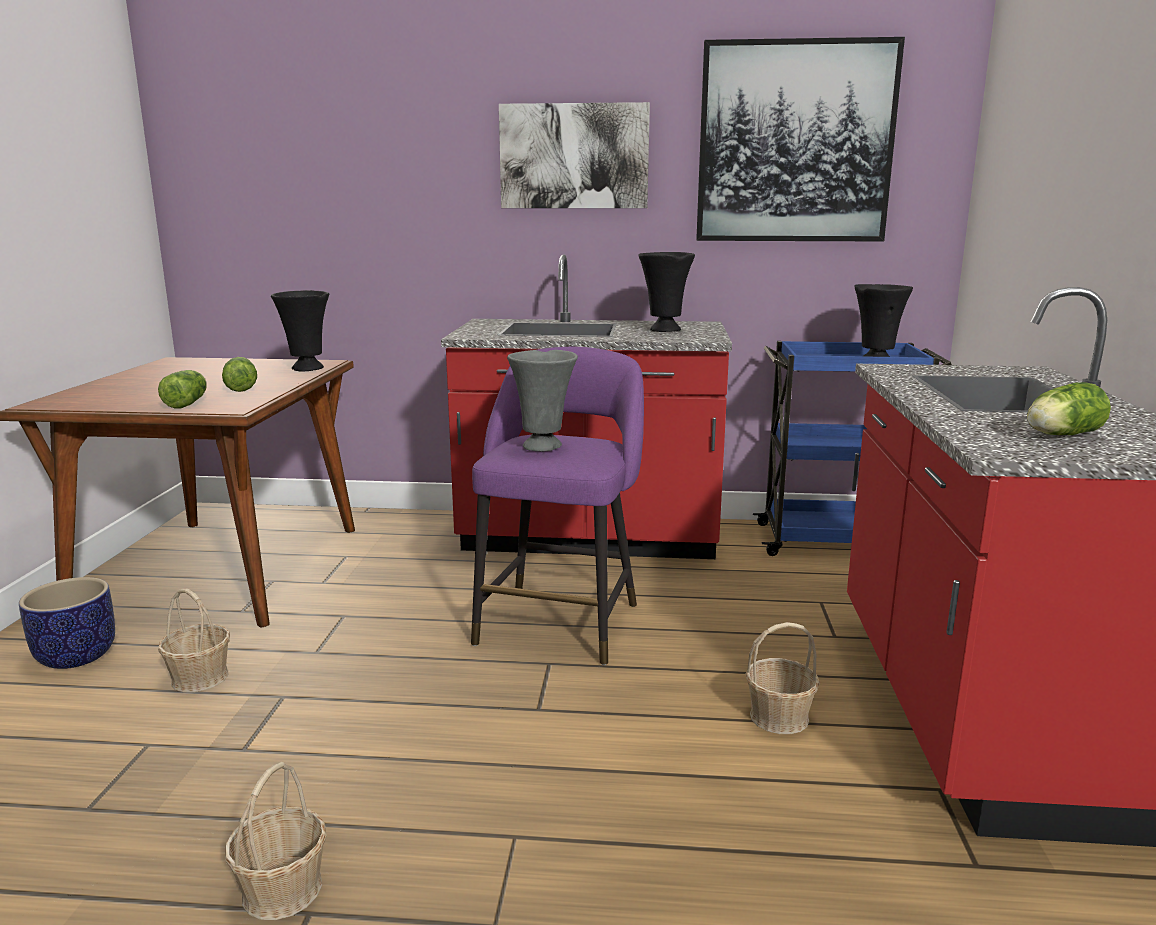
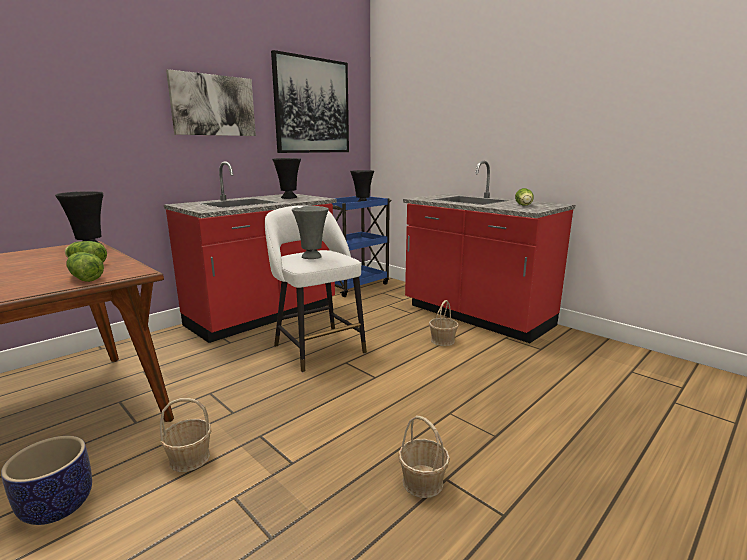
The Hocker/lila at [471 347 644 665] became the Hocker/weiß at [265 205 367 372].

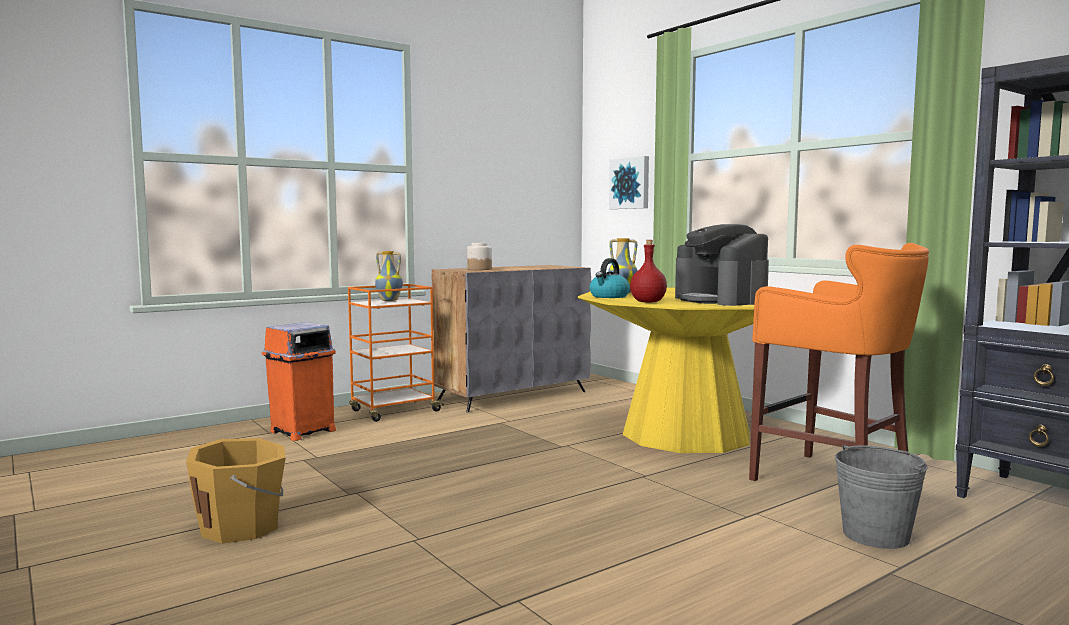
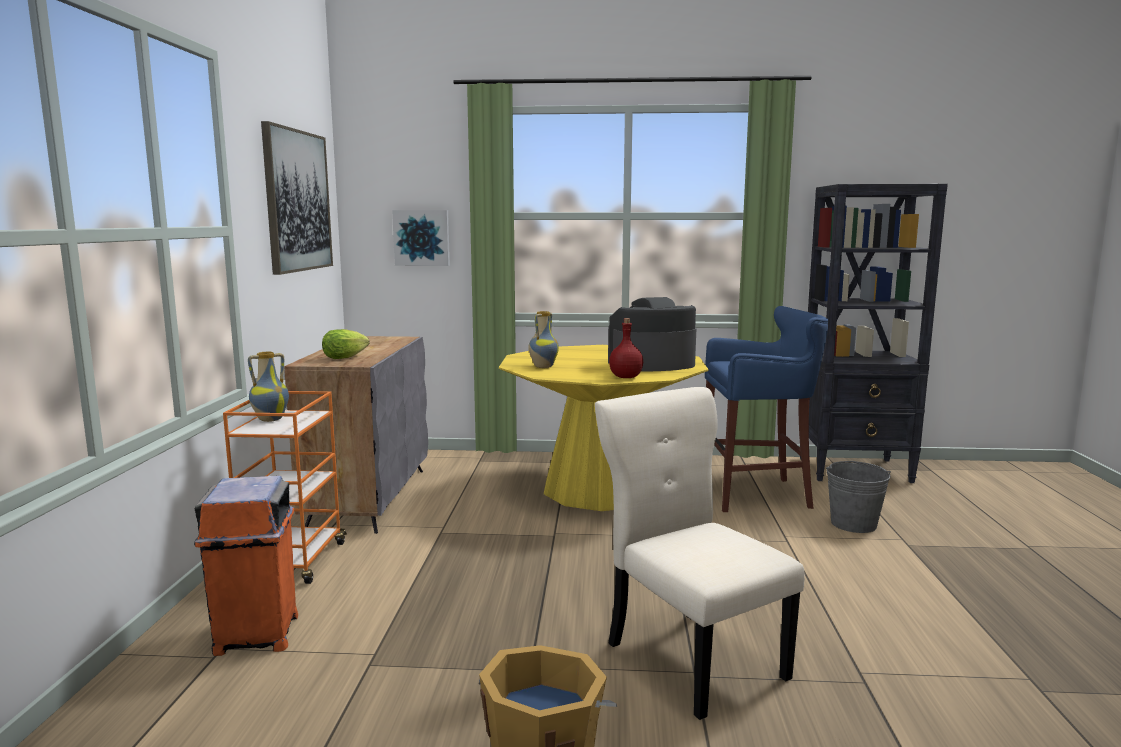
The Kaffeemaschine at [675 224 769 306] turned 150 degrees clockwise. The Vorratsglas at [467 243 492 270] was replaced by the Salatkopf at [322 329 369 359]. The Hocker/orange at [749 243 929 481] became the Hocker/blau at [705 306 828 512]. The Wasserkessel at [590 258 630 298] disappeared. The Bild at [261 121 333 275] appeared. The Stuhl/beige at [595 387 804 720] appeared.

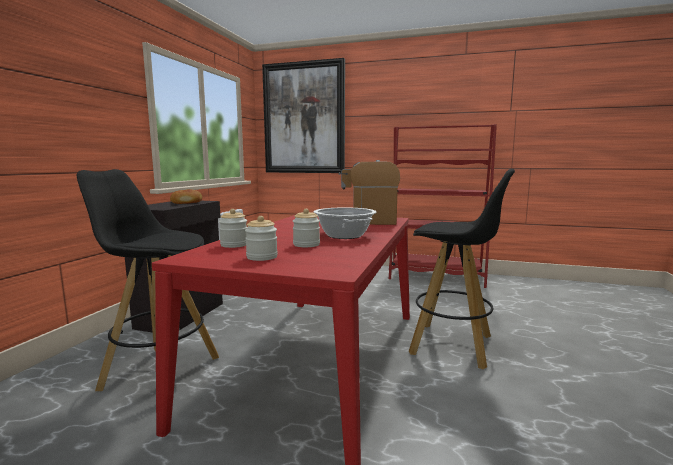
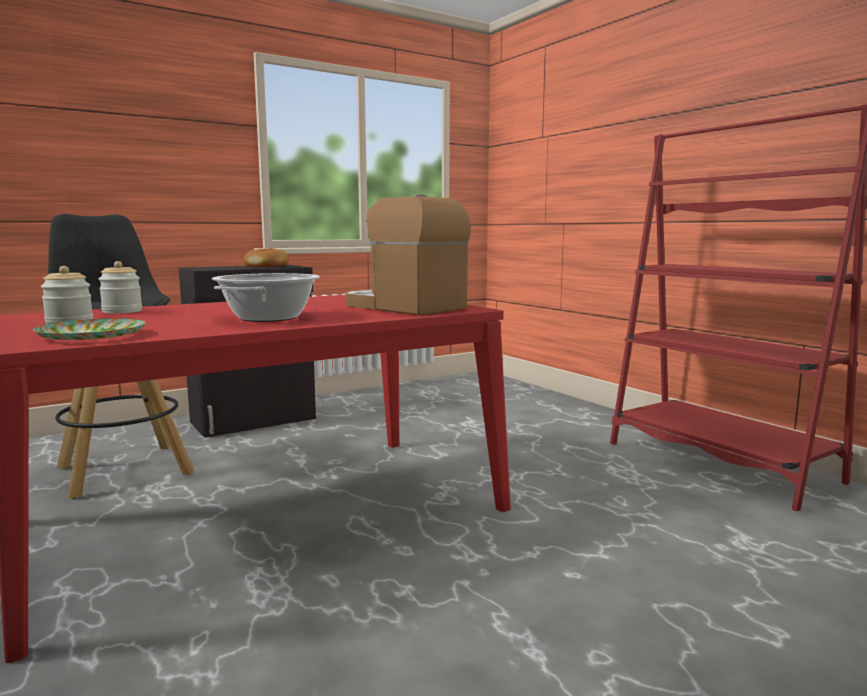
The Bild at [262 58 345 173] disappeared. The Hocker/schwarz at [409 169 515 369] disappeared. The Vorratsglas at [293 209 320 247] disappeared. The Teller at [33 318 146 340] appeared.

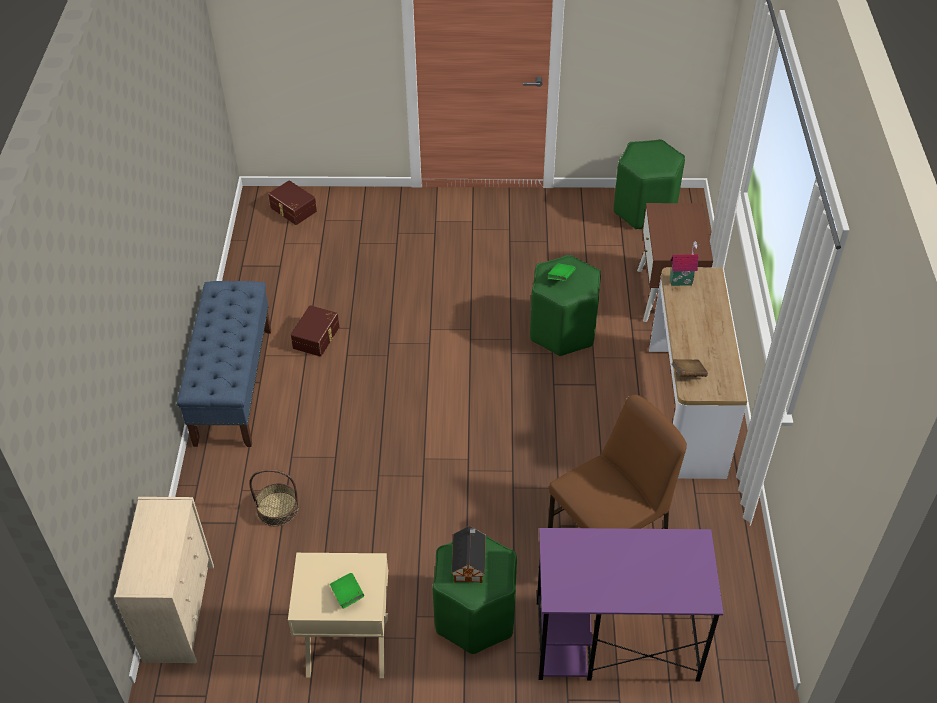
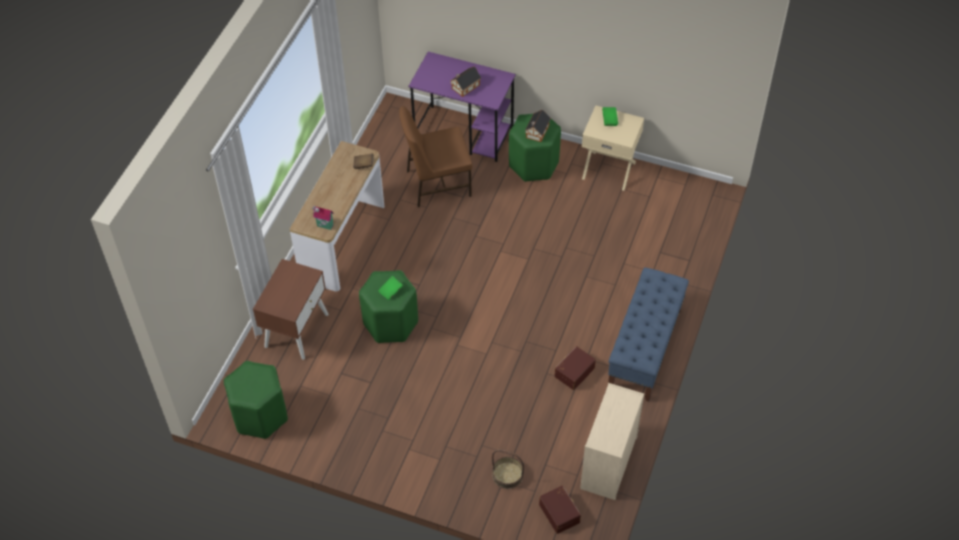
The Korb moved from [249 469 299 526] to [492 449 524 489]. The Kommode/beige moved from [114 497 214 663] to [580 383 644 500]. The Spielzeughaus at [450 67 481 97] appeared.

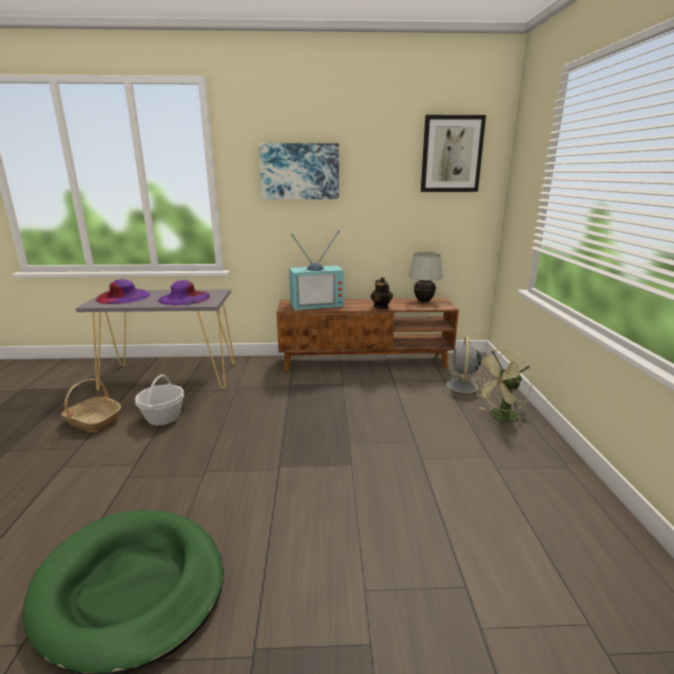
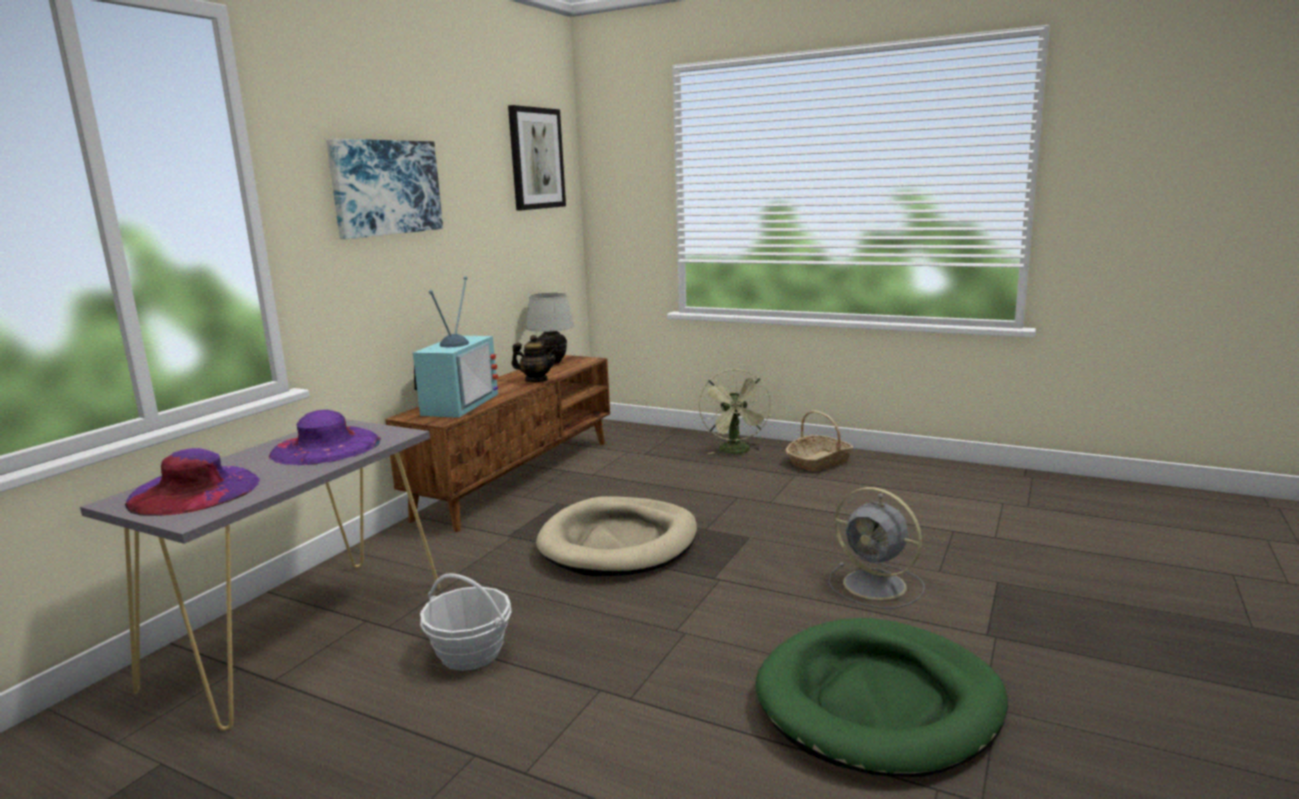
The Ventilator/grau moved from [440 336 483 397] to [828 487 925 608]. The Korb moved from [61 379 121 433] to [785 410 854 471]. The Hundebett/beige at [536 496 697 576] appeared.

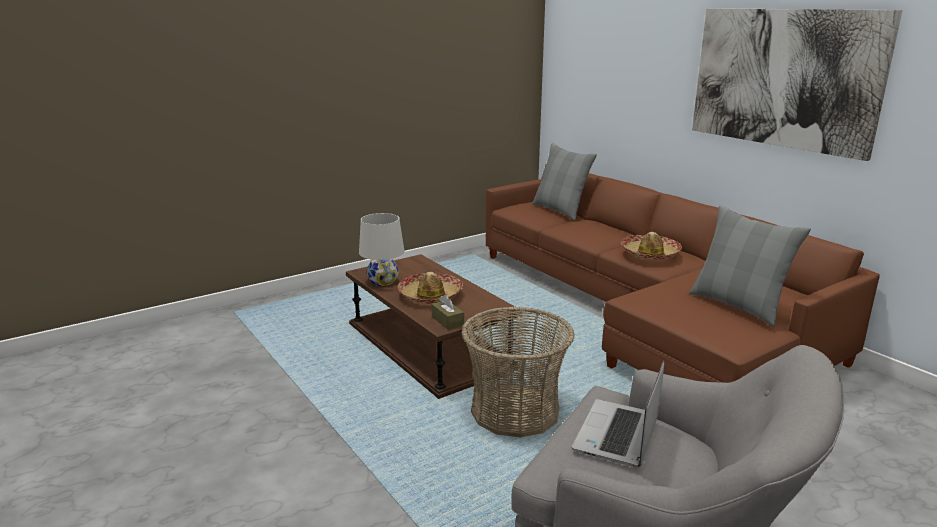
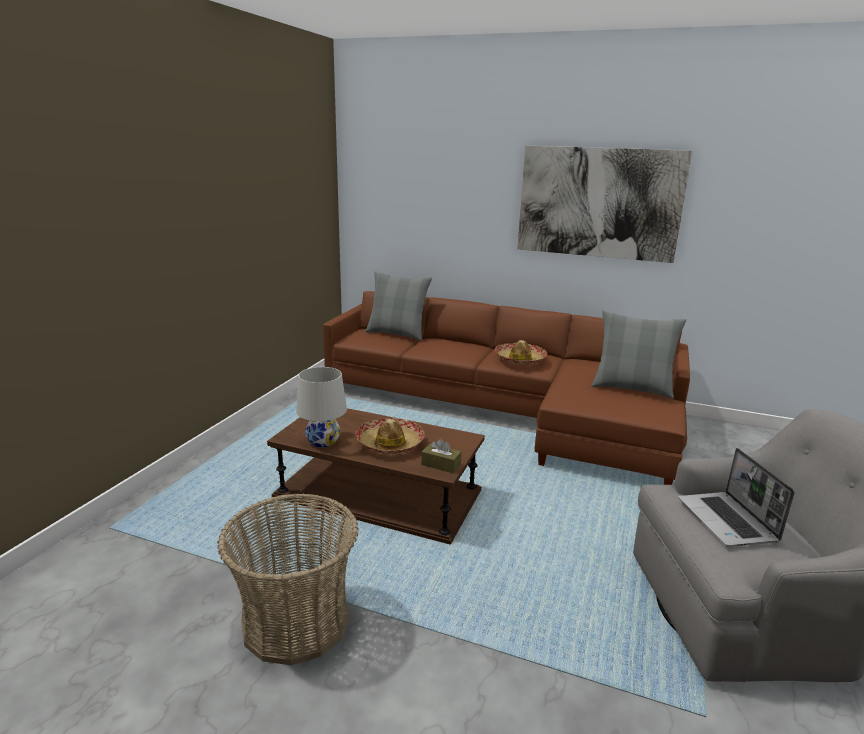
The Korb moved from [461 306 574 437] to [217 493 358 665].

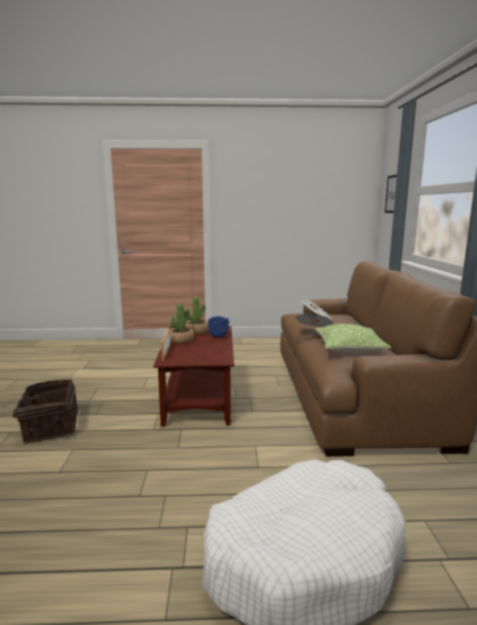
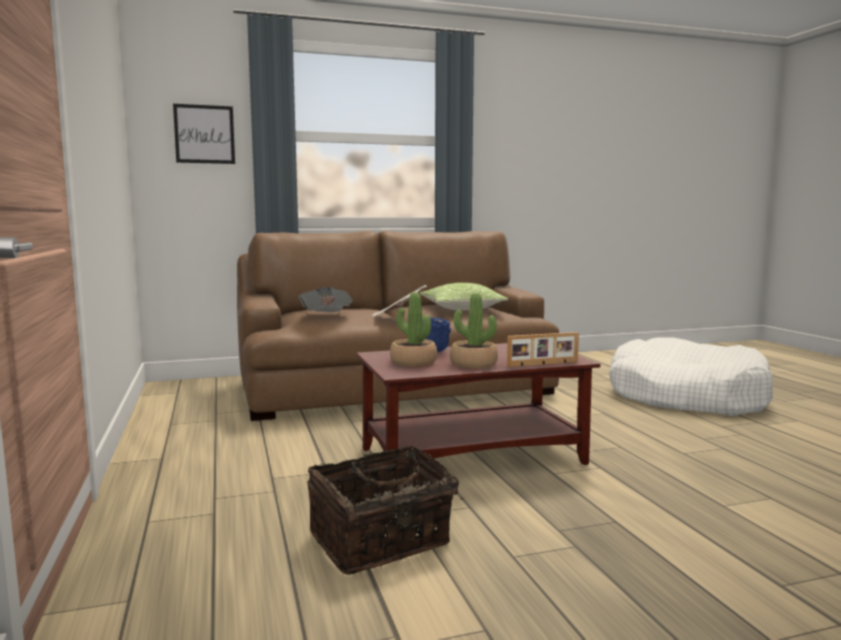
The Korb moved from [0 379 78 443] to [307 445 464 575].

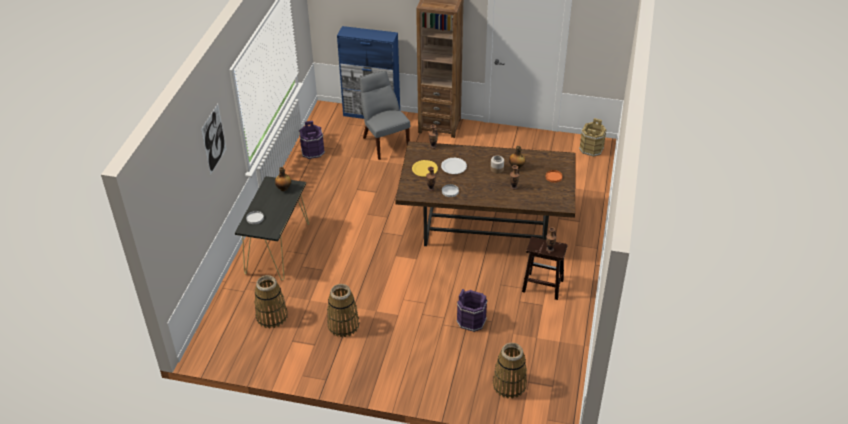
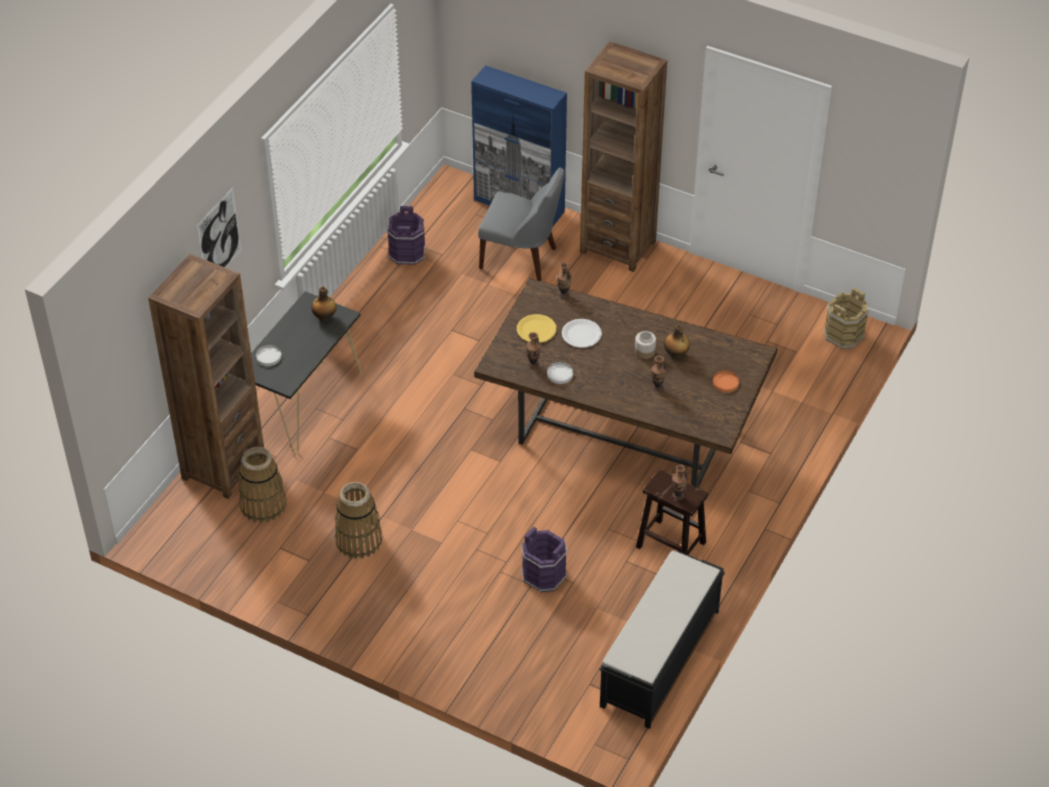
The Stuhl/grau at [360 70 410 160] turned 120 degrees clockwise. The Korb at [493 343 527 399] disappeared. The Bücherregal/braun at [148 254 264 499] appeared. The Bank/schwarz at [599 550 725 729] appeared.

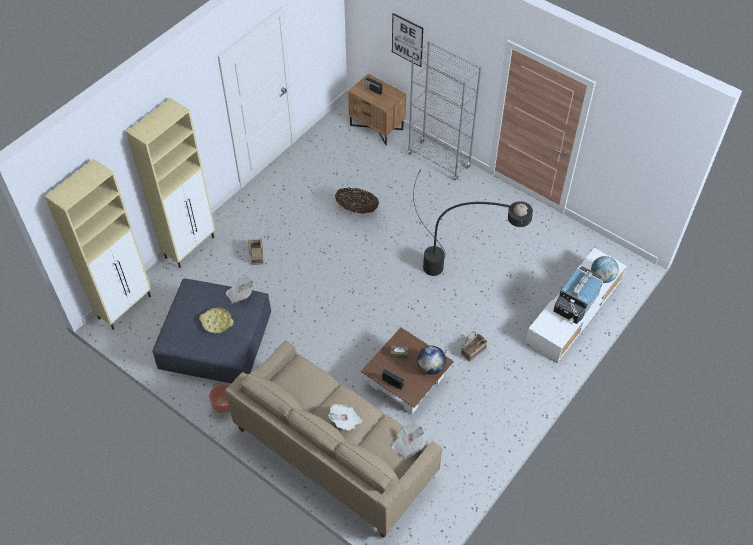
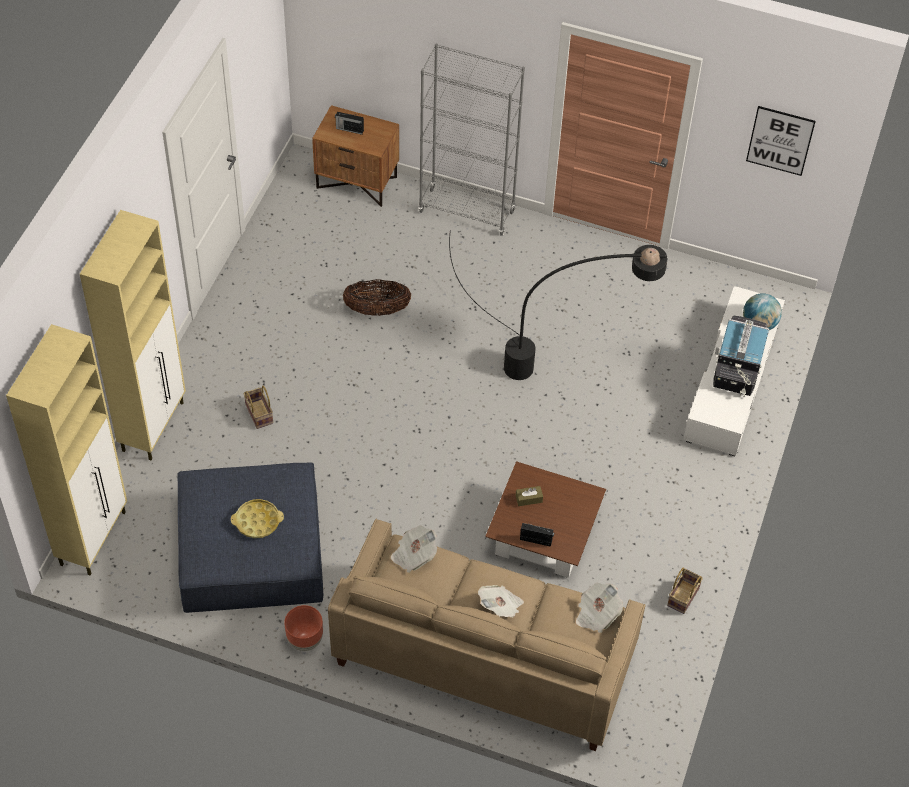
The Bild moved from [392 13 423 67] to [746 106 816 176]. The Zeitung moved from [226 276 254 304] to [391 525 437 573]. The Korb moved from [461 331 488 362] to [667 568 703 614]. The Globus at [417 346 446 375] disappeared.

